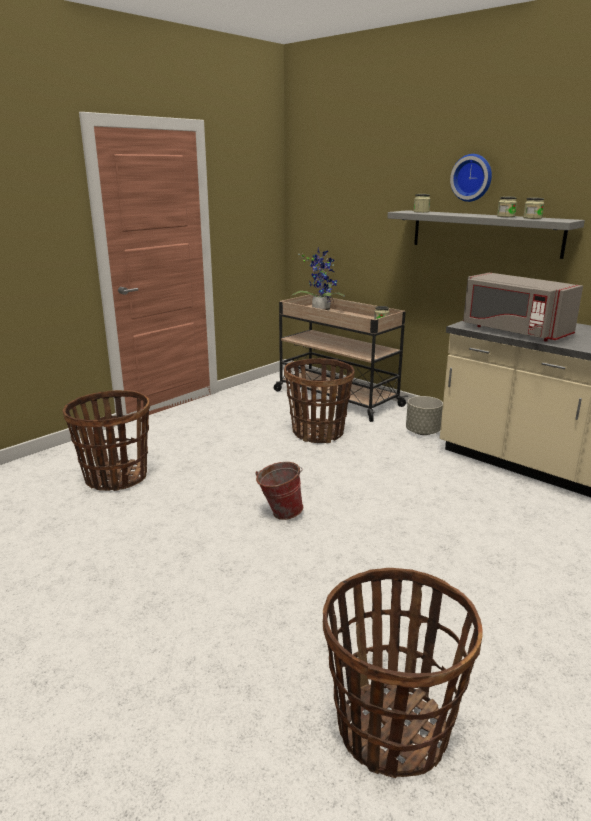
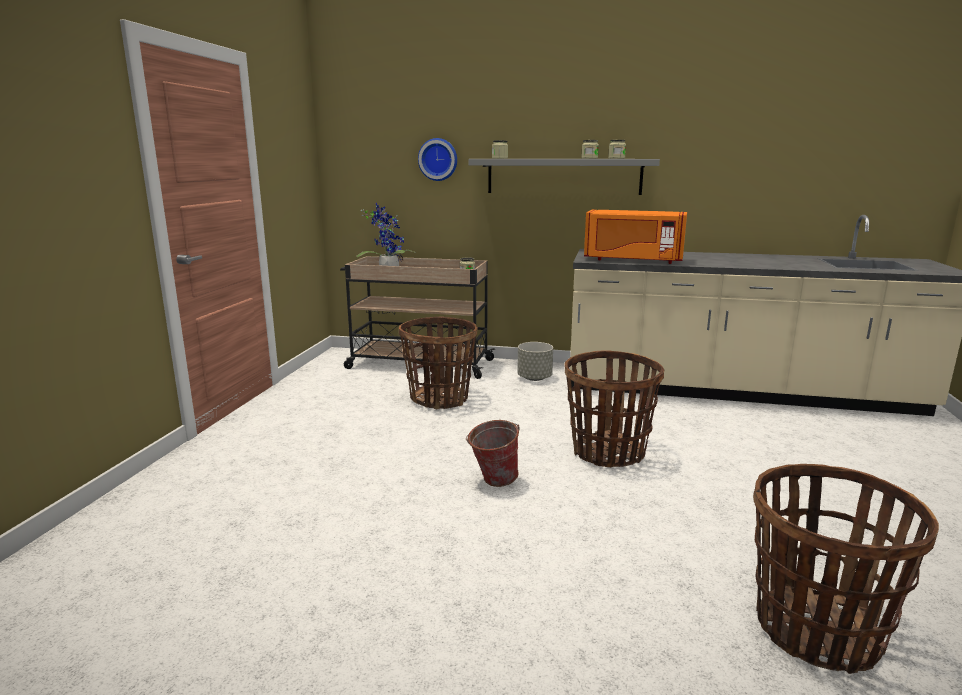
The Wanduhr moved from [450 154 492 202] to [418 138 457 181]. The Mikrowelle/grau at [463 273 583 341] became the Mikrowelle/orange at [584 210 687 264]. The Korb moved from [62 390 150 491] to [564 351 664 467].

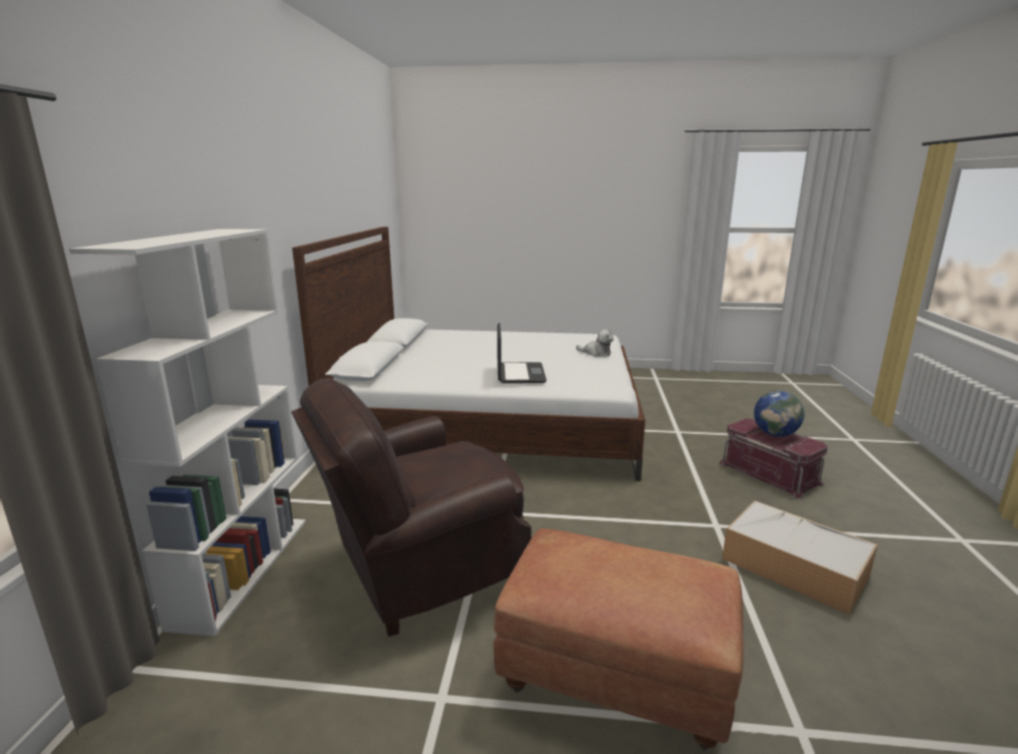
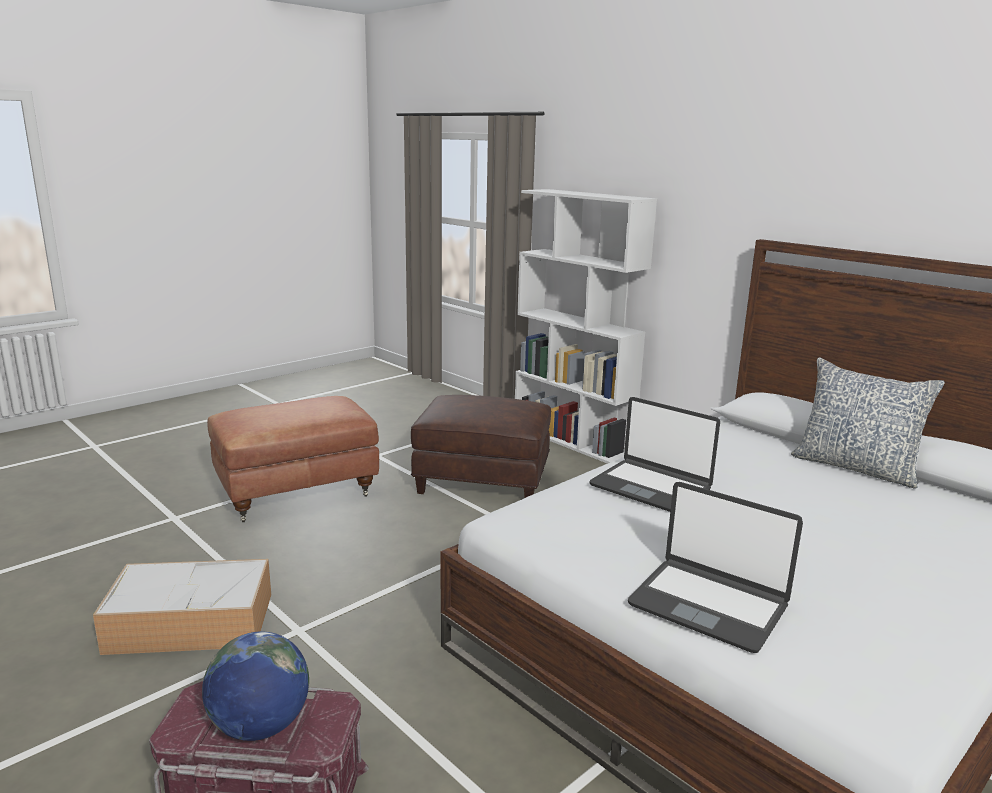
The Plüschtier at [576 329 614 357] was replaced by the Laptop at [628 482 803 653]. The Sessel/braun at [291 378 532 637] was replaced by the Polsterhocker/braun at [411 395 551 498]. The Kissen at [791 357 945 489] appeared.

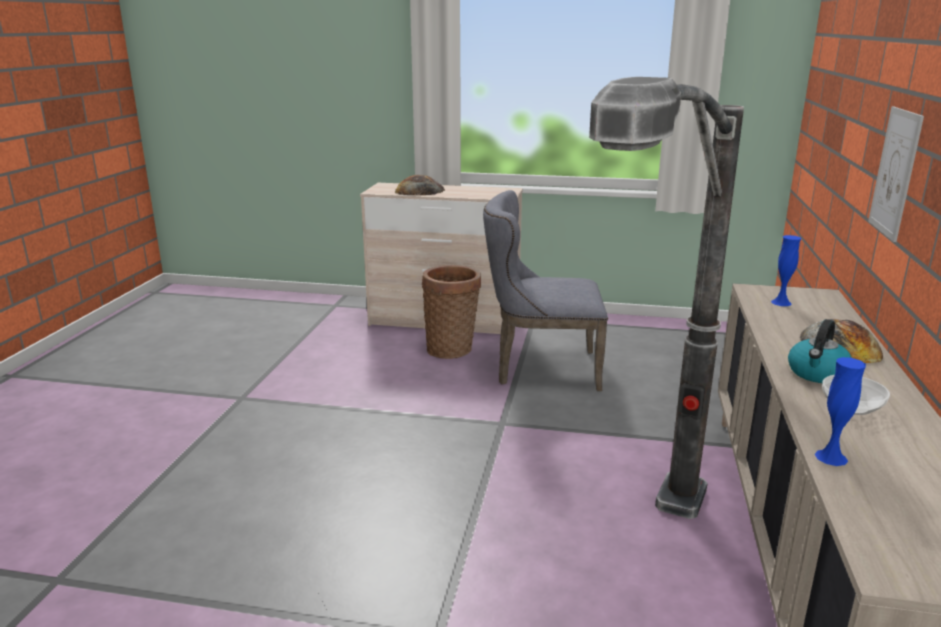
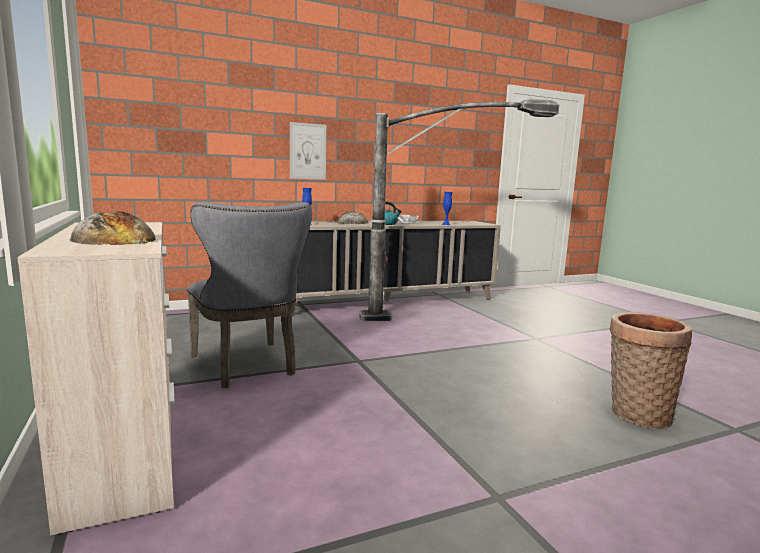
The Korb moved from [422 265 481 359] to [610 312 692 429].

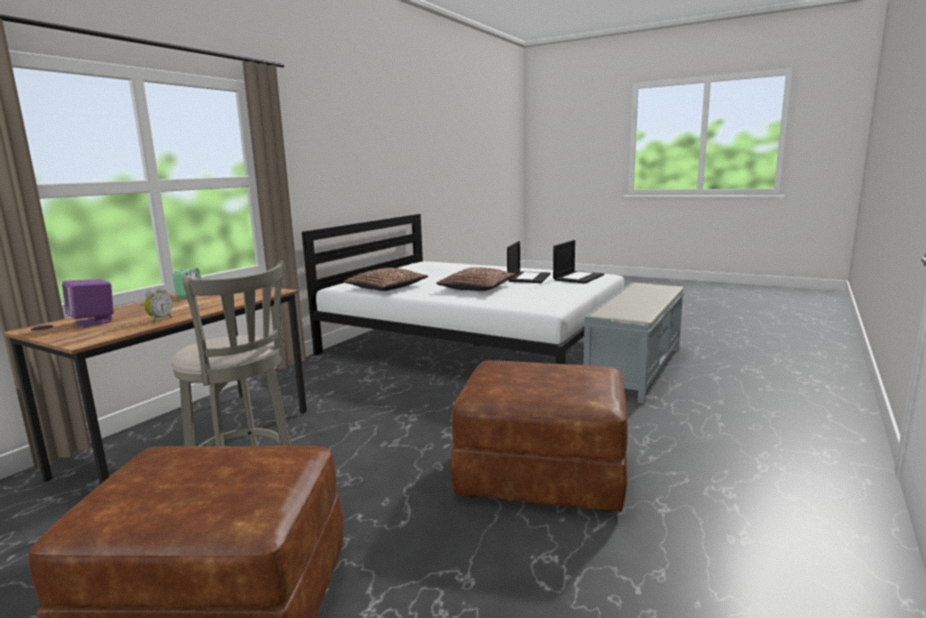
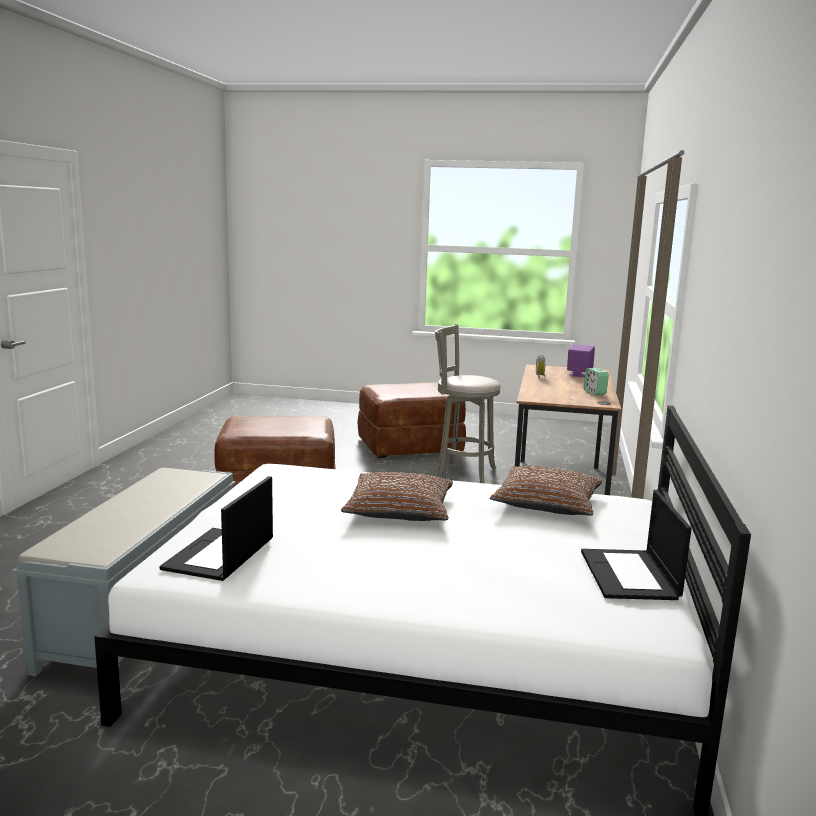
The Laptop moved from [507 241 551 283] to [581 490 692 600].

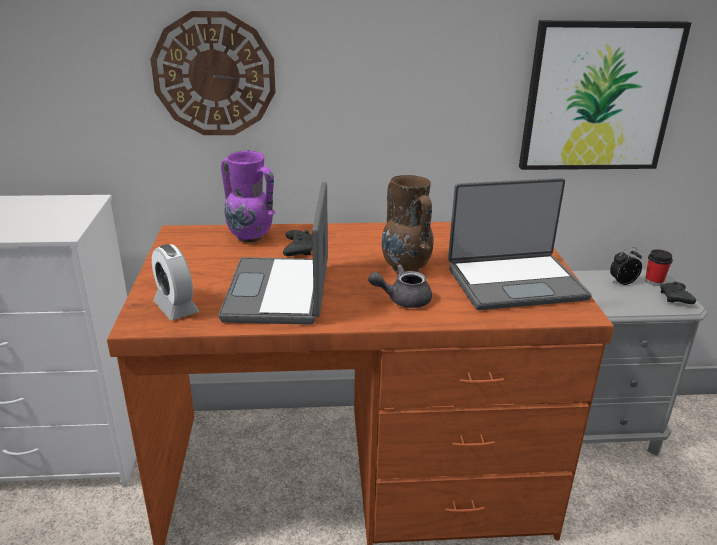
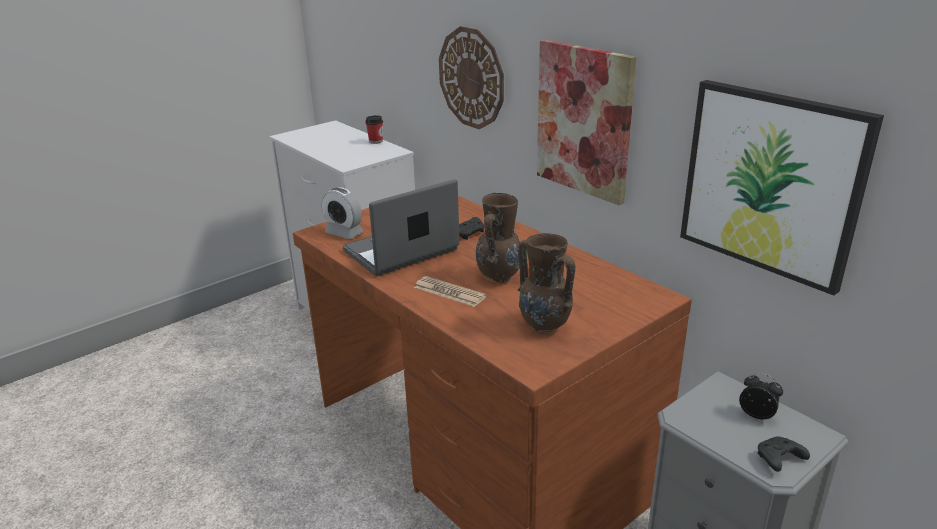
The Vase/lila at [221 151 275 243] disappeared. The Laptop at [448 178 592 310] was replaced by the Vase/braun at [518 233 575 333]. The Wecker at [152 244 199 320] turned 75 degrees counterclockwise. The Tasse moved from [645 249 673 286] to [365 115 383 144]. The Teekanne/grau at [368 264 432 308] was replaced by the Zeitung at [414 276 486 307]. The Bild at [537 40 637 205] appeared.

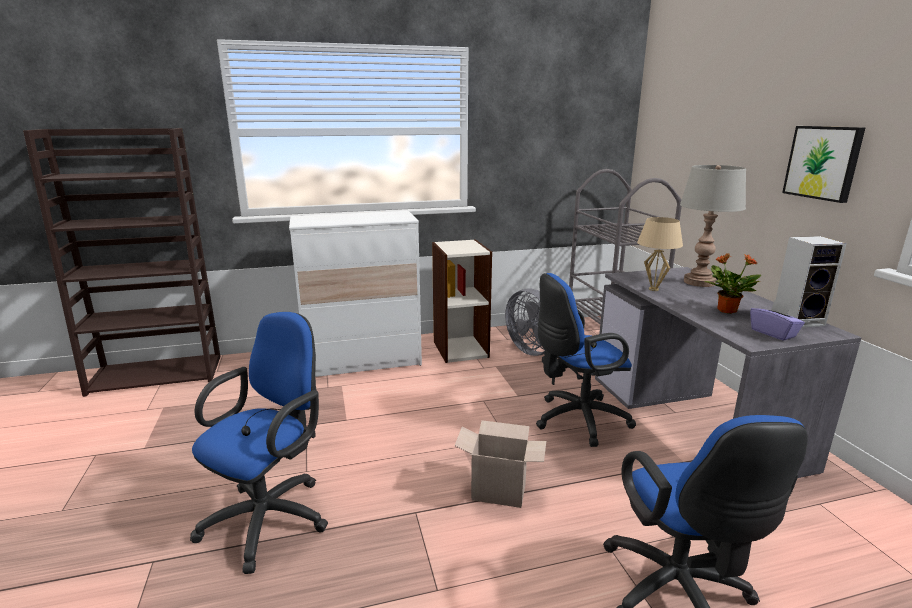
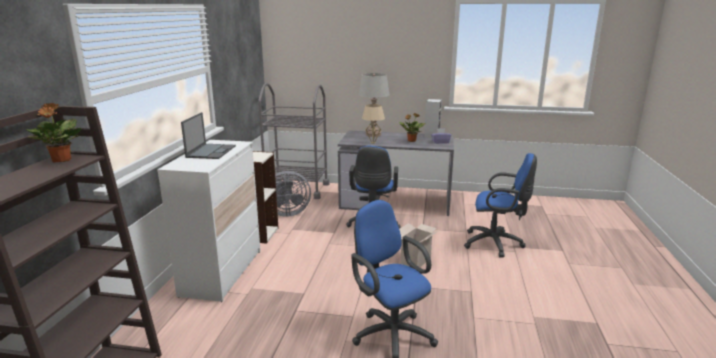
The Bild at [782 126 865 203] disappeared. The Topfpflanze at [25 103 81 162] appeared. The Laptop at [181 112 236 159] appeared.

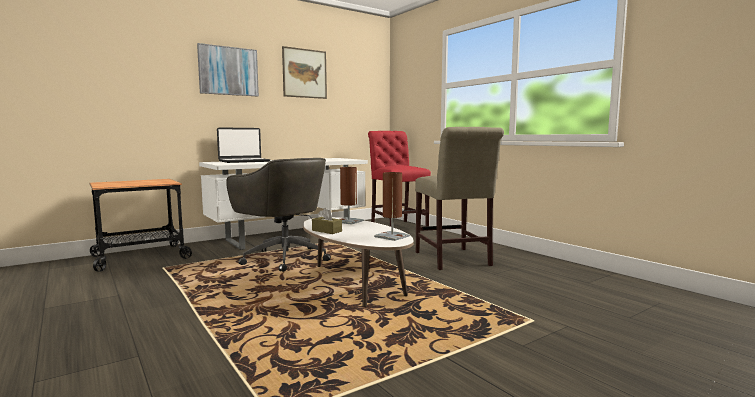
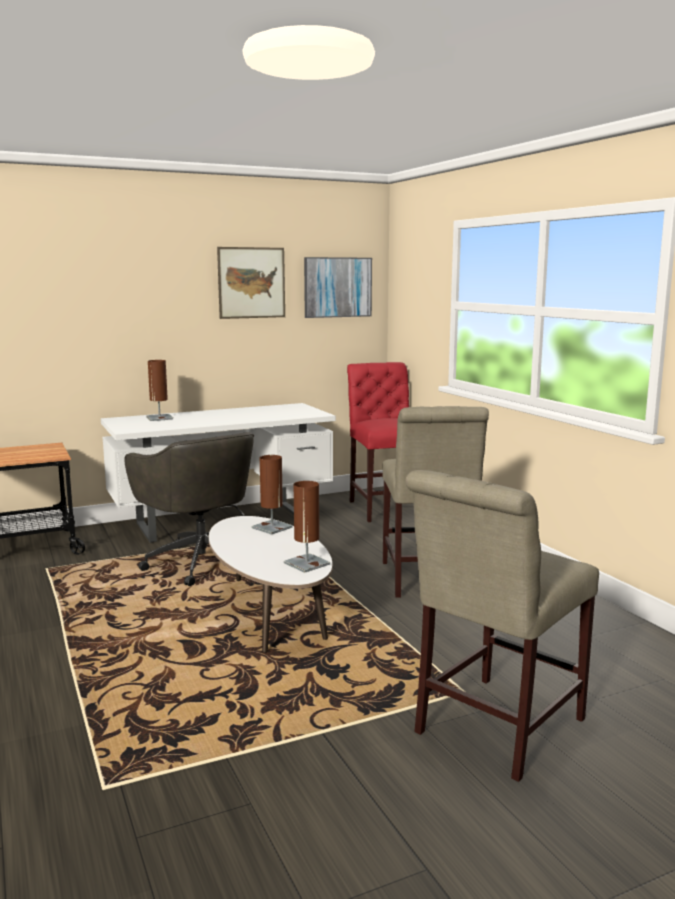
The Bild moved from [197 43 259 96] to [304 257 372 318]. The Laptop at [217 127 270 163] was replaced by the Tischlampe/braun at [146 360 173 421]. The Taschentuchbox/braun at [312 208 342 234] disappeared. The Stuhl/beige at [405 470 599 782] appeared.

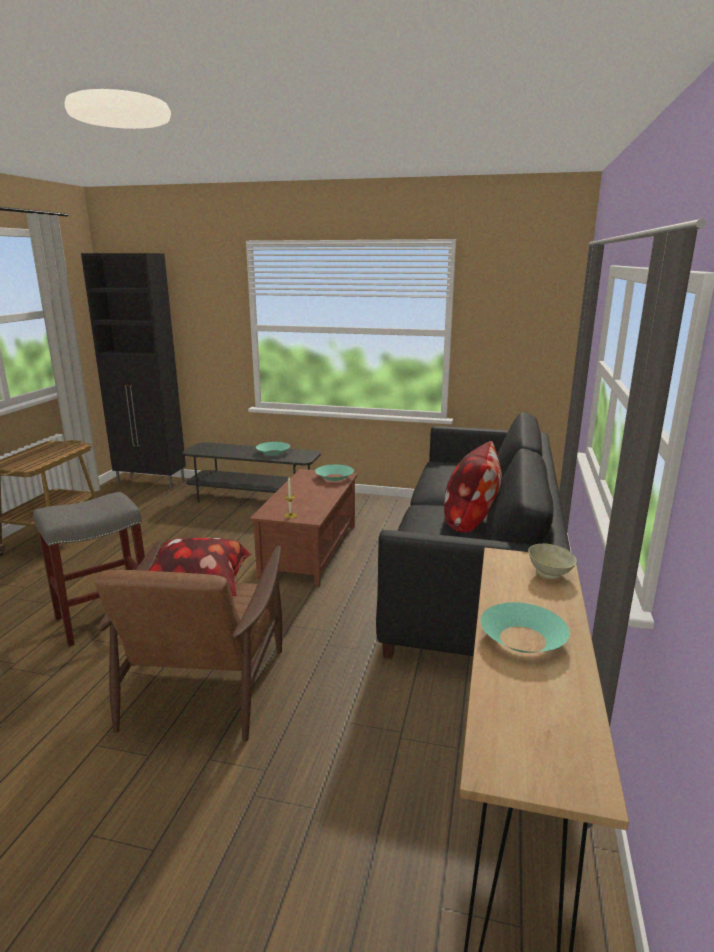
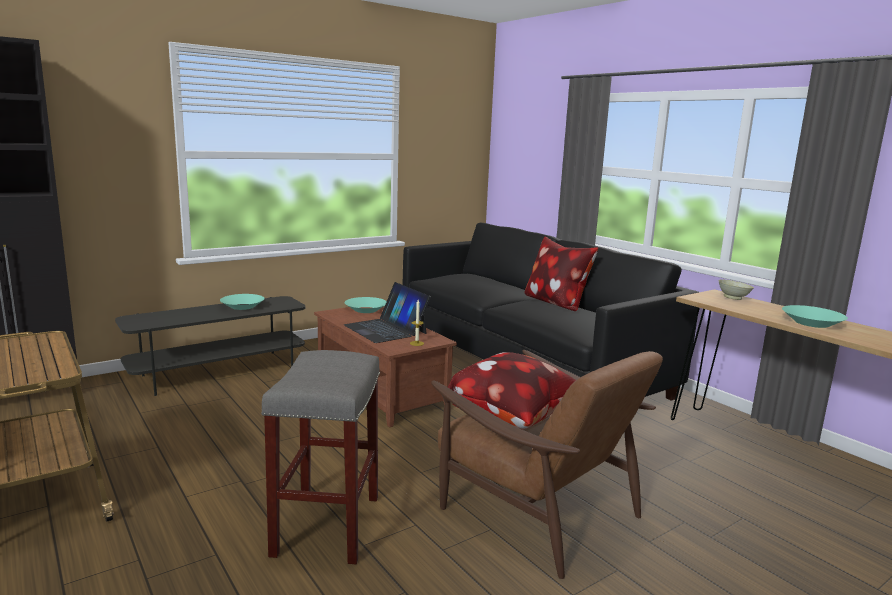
The Laptop at [344 282 431 343] appeared.

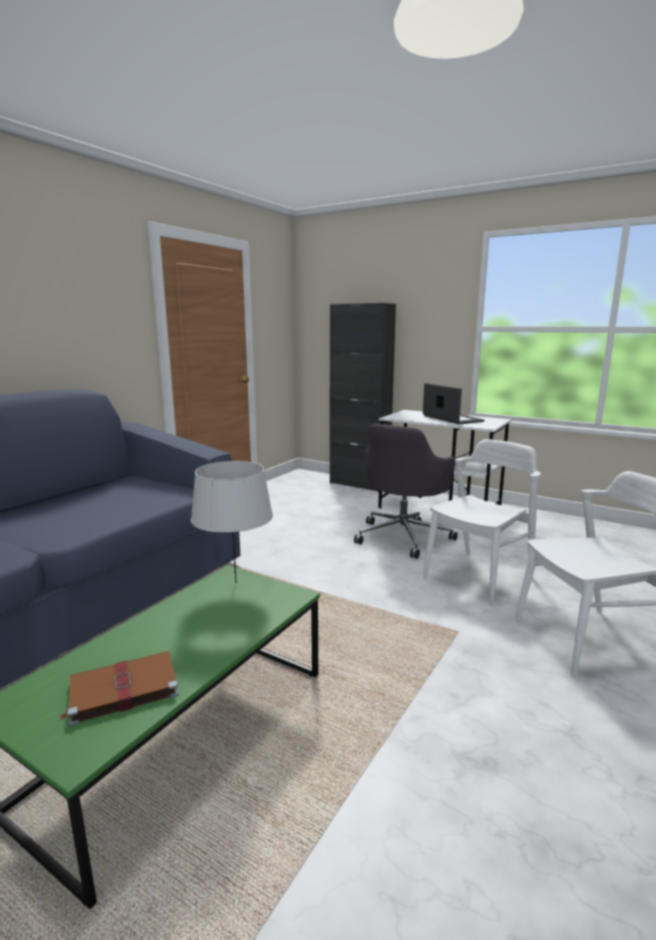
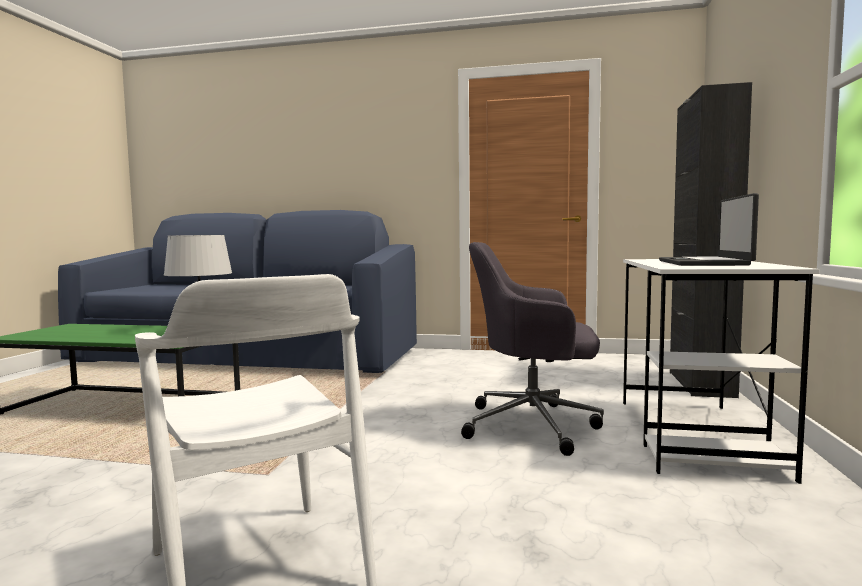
The Laptop at [423 383 485 424] turned 150 degrees clockwise. The Stuhl/weiß at [423 439 541 605] disappeared. The Buch/braun at [59 651 179 726] disappeared.

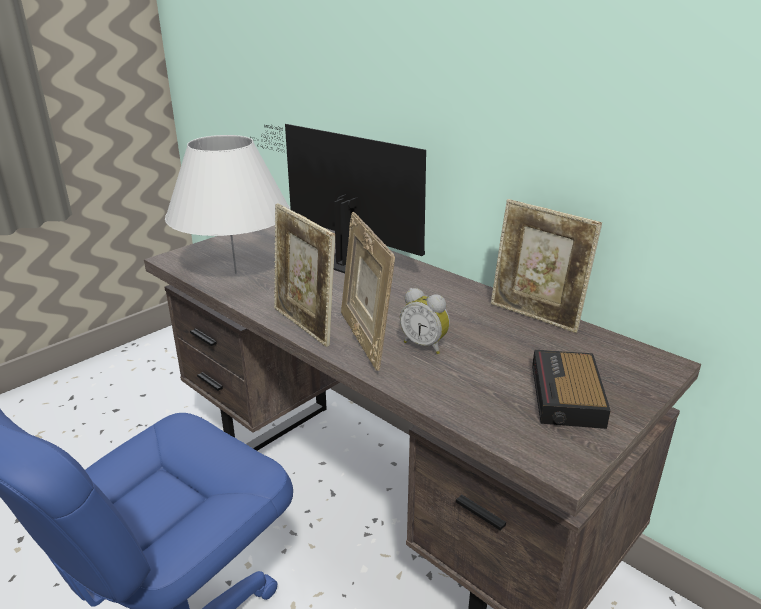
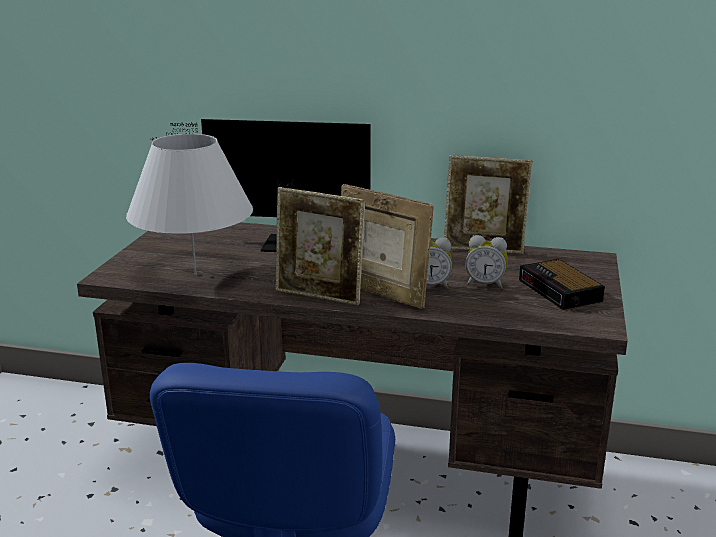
The Wecker at [465 235 508 289] appeared.

